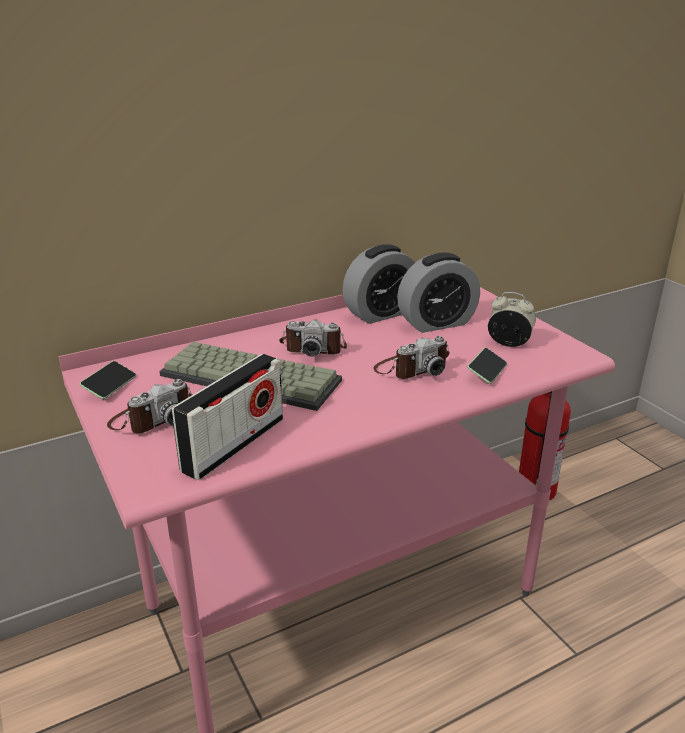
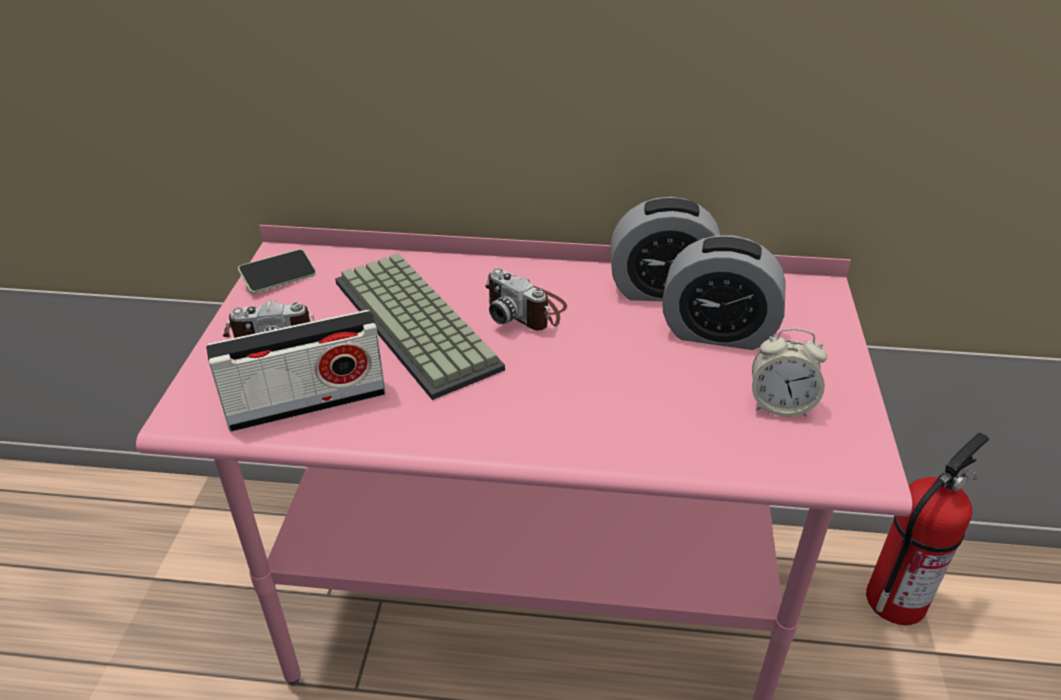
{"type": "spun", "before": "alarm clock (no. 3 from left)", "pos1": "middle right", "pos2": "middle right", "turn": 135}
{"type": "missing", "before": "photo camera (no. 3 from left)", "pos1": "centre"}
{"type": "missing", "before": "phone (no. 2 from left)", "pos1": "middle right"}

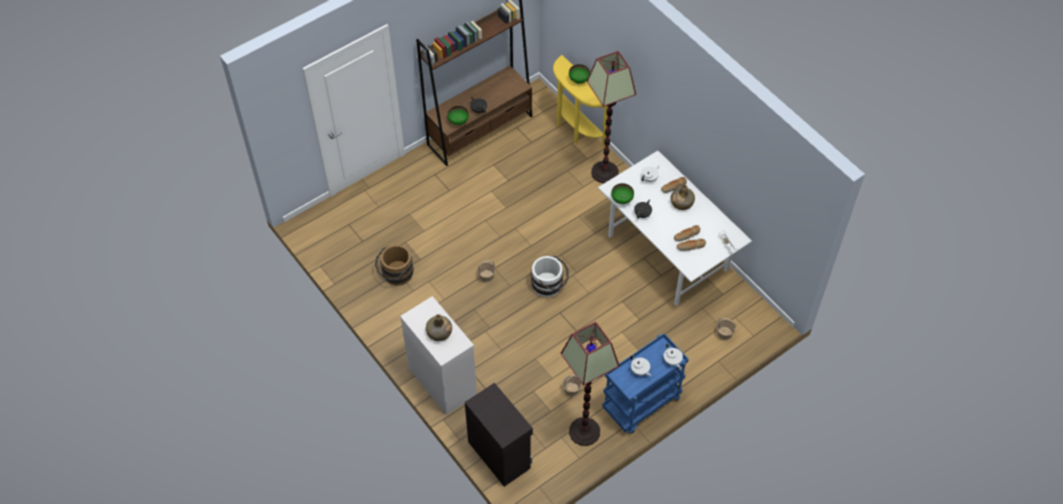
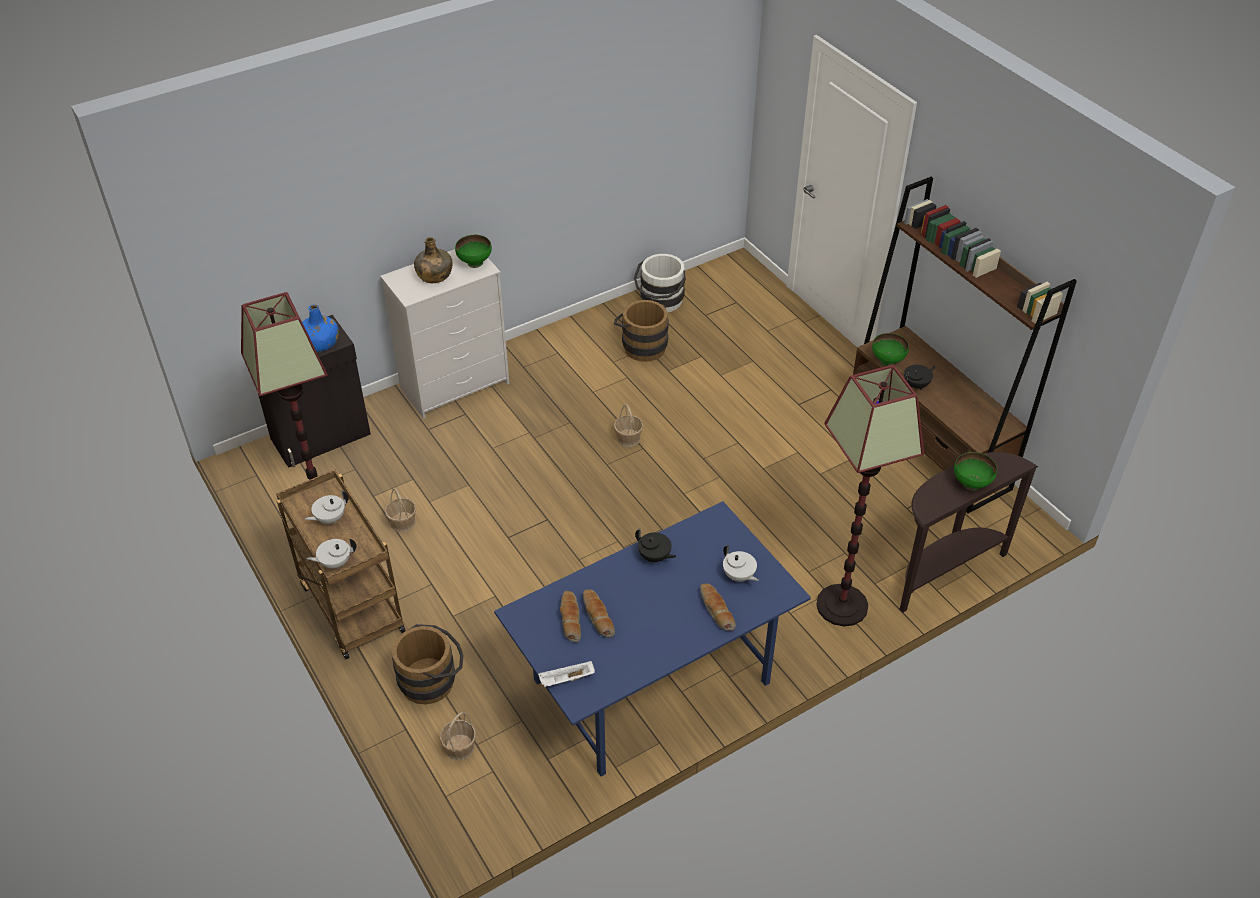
{"type": "colour", "before": "blue cart", "after": "brown cart", "pos1": "bottom centre", "pos2": "middle left"}
{"type": "appeared", "after": "blue bottle", "pos2": "middle left"}
{"type": "appeared", "after": "brown bucket (no. 1 from left)", "pos2": "bottom centre"}
{"type": "relocated", "before": "green bowl (no. 3 from left in the first image)", "after": "green bowl (no. 1 from left)", "pos1": "centre", "pos2": "top centre"}
{"type": "colour", "before": "white dining table", "after": "blue dining table", "pos1": "centre", "pos2": "bottom centre"}
{"type": "relocated", "before": "white bucket", "pos1": "centre", "pos2": "top centre"}
{"type": "colour", "before": "yellow console table", "after": "brown console table", "pos1": "top centre", "pos2": "middle right"}
{"type": "missing", "before": "green bottle (no. 2 from left)", "pos1": "centre"}

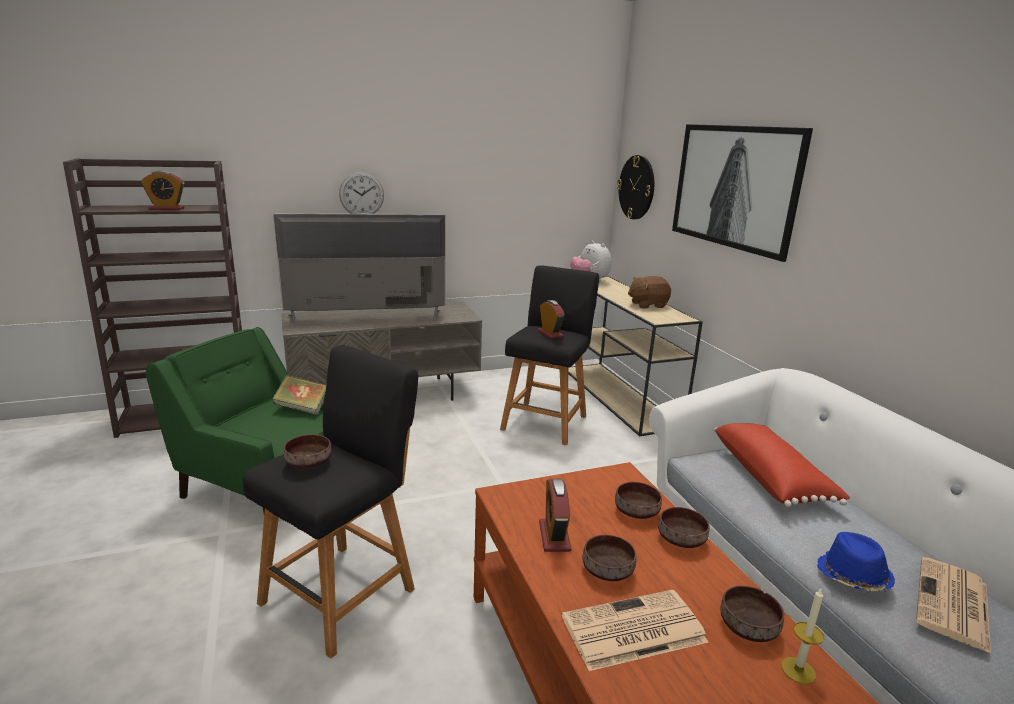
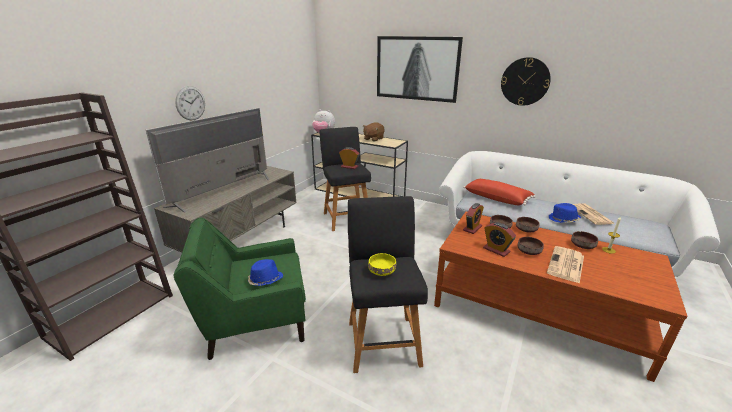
{"type": "appeared", "after": "blue hat (no. 1 from left)", "pos2": "centre"}
{"type": "colour", "before": "brown bowl (no. 1 from left)", "after": "yellow bowl", "pos1": "middle left", "pos2": "centre"}
{"type": "relocated", "before": "alarm clock (no. 1 from left in the first image)", "after": "alarm clock (no. 2 from left)", "pos1": "top left", "pos2": "centre"}
{"type": "relocated", "before": "wall clock (no. 2 from left)", "pos1": "top centre", "pos2": "top right"}
{"type": "missing", "before": "book", "pos1": "middle left"}

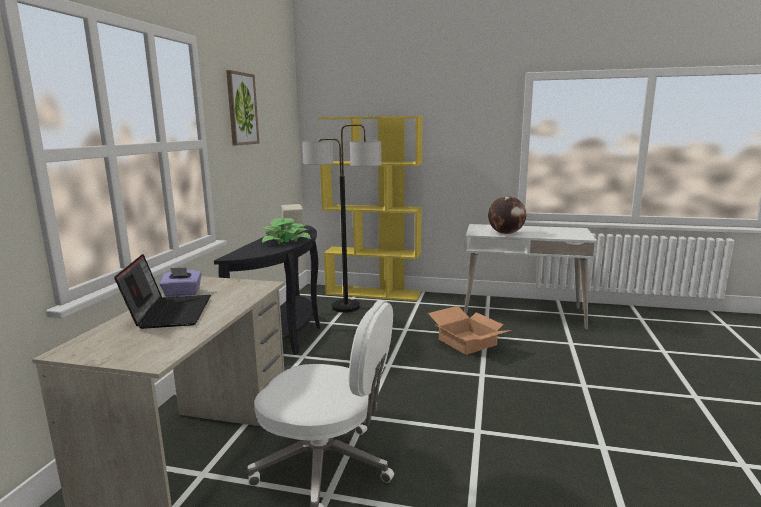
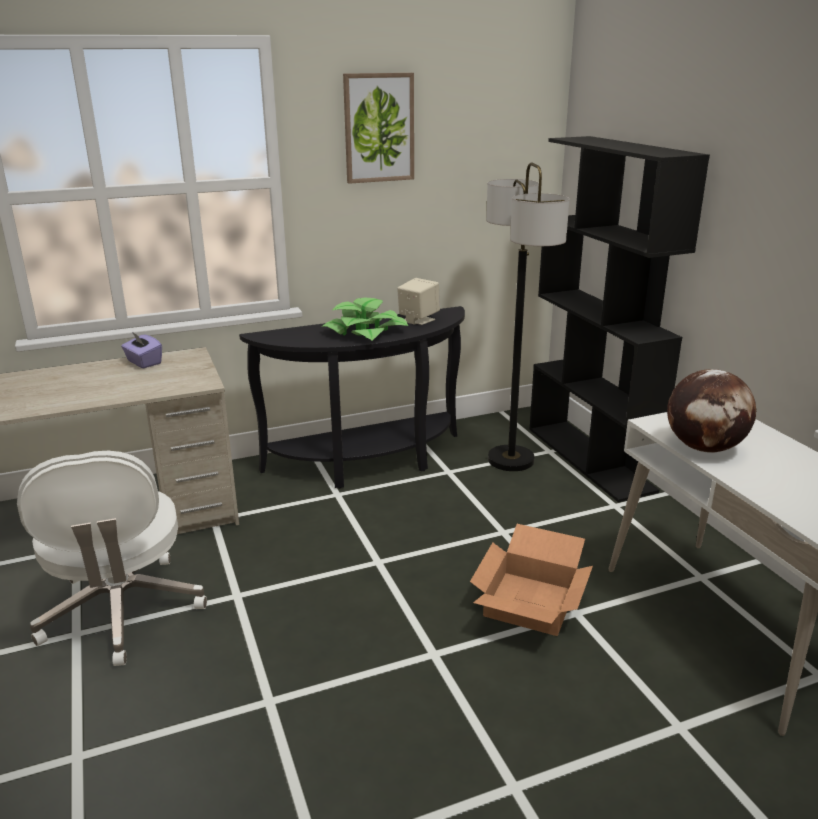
{"type": "colour", "before": "yellow bookcase", "after": "black bookcase", "pos1": "centre", "pos2": "middle right"}
{"type": "missing", "before": "laptop", "pos1": "middle left"}

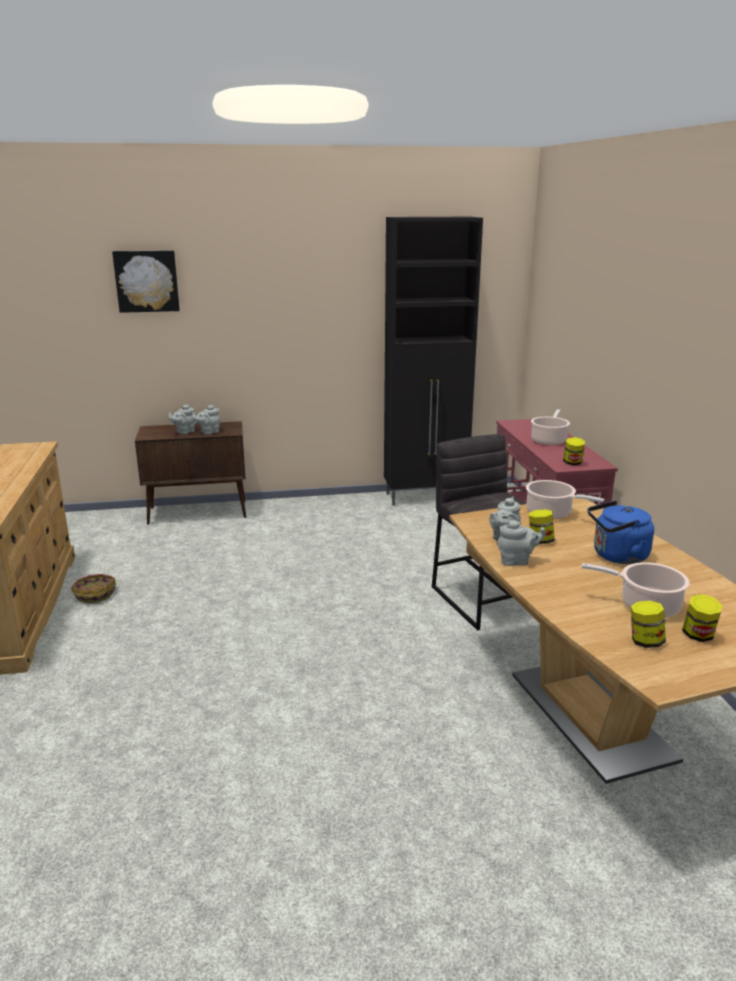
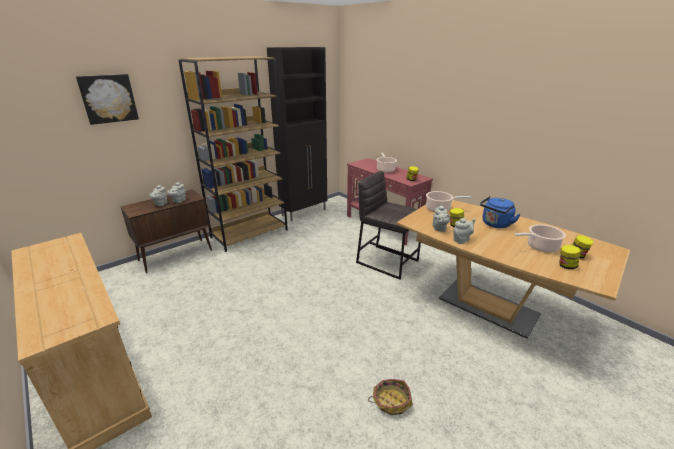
{"type": "appeared", "after": "brown bookcase", "pos2": "centre"}
{"type": "relocated", "before": "basket", "pos1": "middle left", "pos2": "bottom centre"}

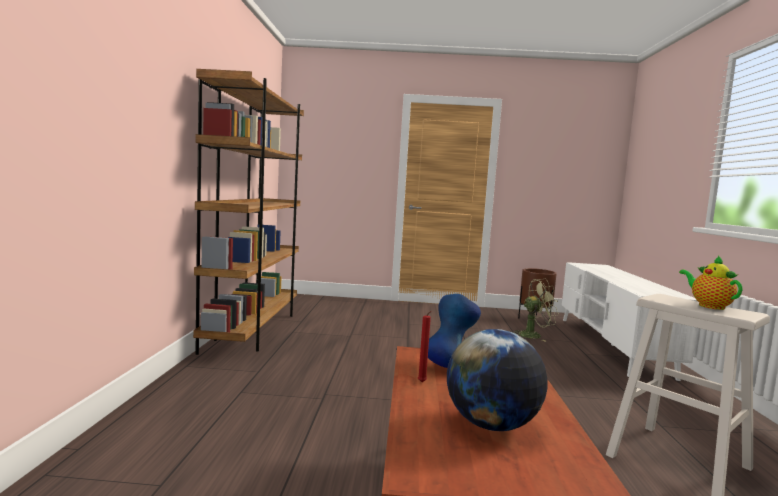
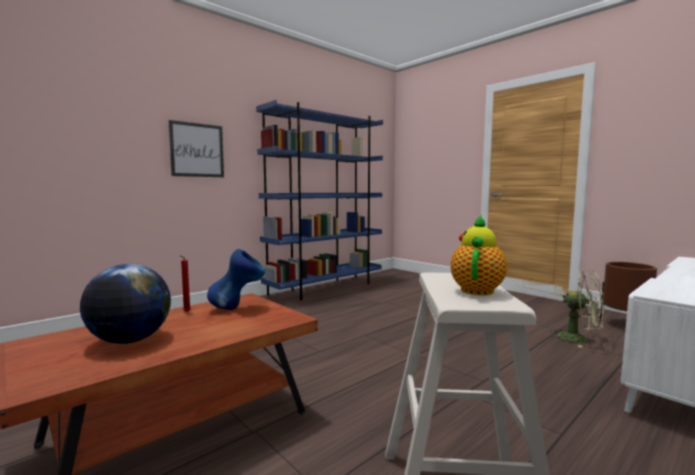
{"type": "appeared", "after": "picture", "pos2": "top left"}
{"type": "colour", "before": "brown bookcase", "after": "blue bookcase", "pos1": "middle left", "pos2": "centre"}

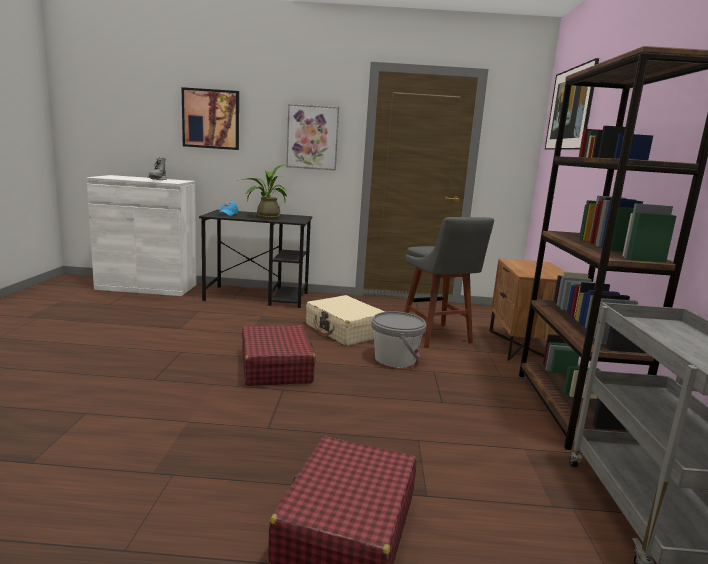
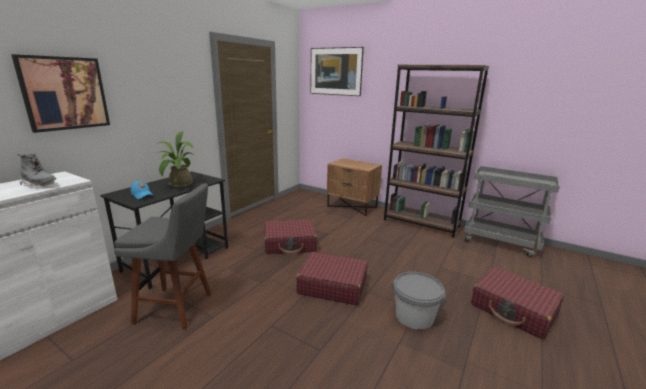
{"type": "relocated", "before": "grey stool", "pos1": "centre", "pos2": "middle left"}
{"type": "colour", "before": "beige suitcase", "after": "red suitcase (no. 1 from left)", "pos1": "centre", "pos2": "centre"}
{"type": "relocated", "before": "grey bucket", "pos1": "centre", "pos2": "bottom centre"}
{"type": "missing", "before": "picture (no. 2 from left)", "pos1": "top centre"}

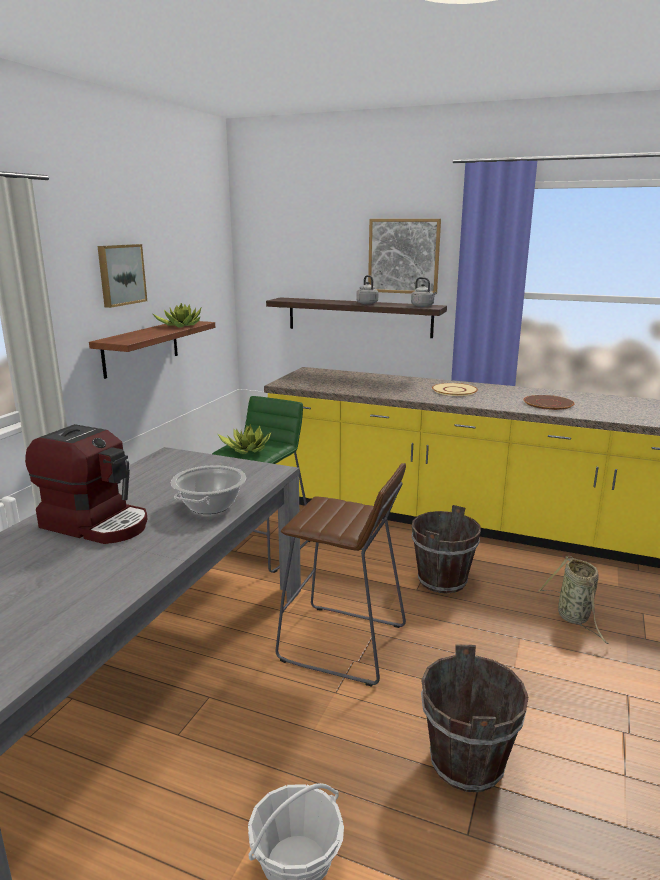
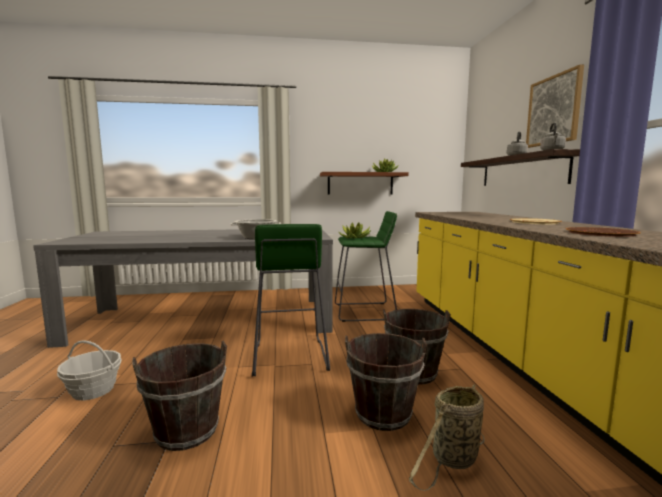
{"type": "colour", "before": "brown stool", "after": "green stool (no. 1 from left)", "pos1": "centre", "pos2": "centre"}
{"type": "appeared", "after": "brown bucket (no. 2 from left)", "pos2": "bottom centre"}
{"type": "missing", "before": "coffee machine", "pos1": "middle left"}
{"type": "missing", "before": "picture (no. 1 from left)", "pos1": "top left"}

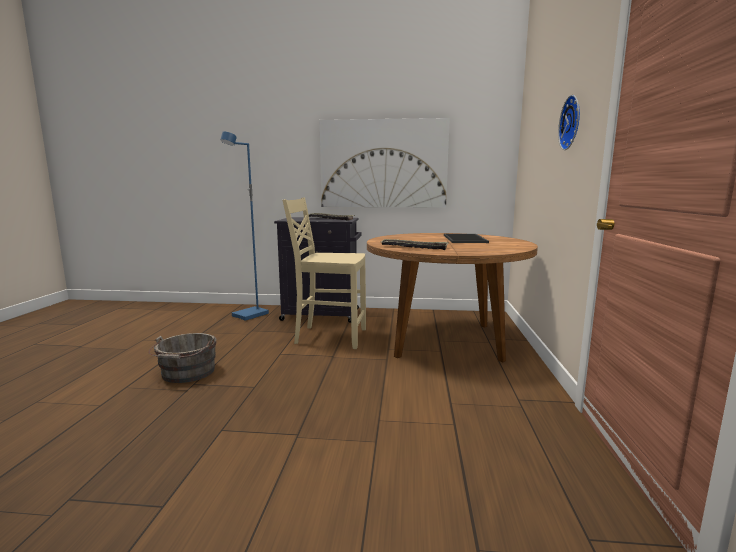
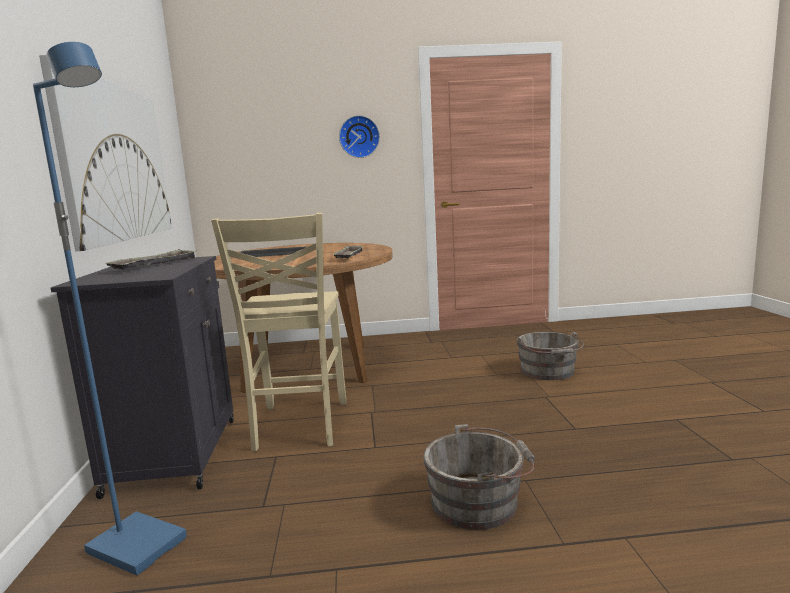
{"type": "appeared", "after": "grey bucket (no. 2 from left)", "pos2": "middle right"}

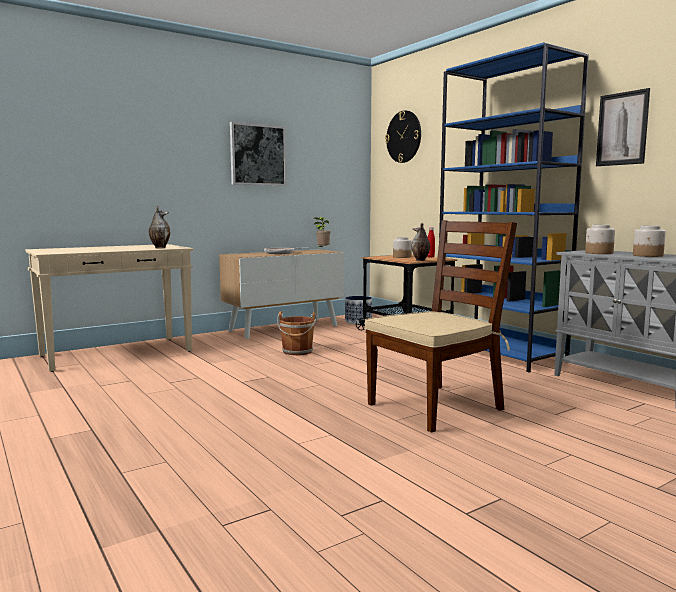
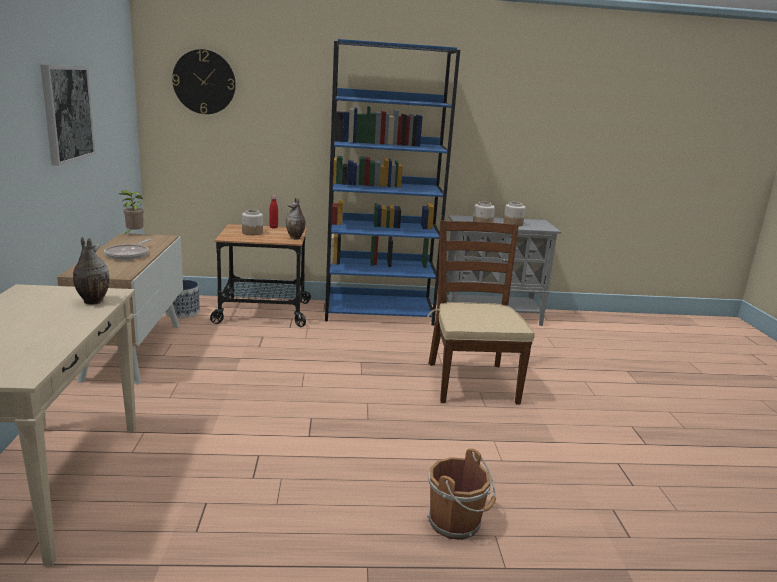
{"type": "relocated", "before": "brown bucket", "pos1": "centre", "pos2": "bottom centre"}
{"type": "missing", "before": "picture (no. 2 from left)", "pos1": "top right"}

